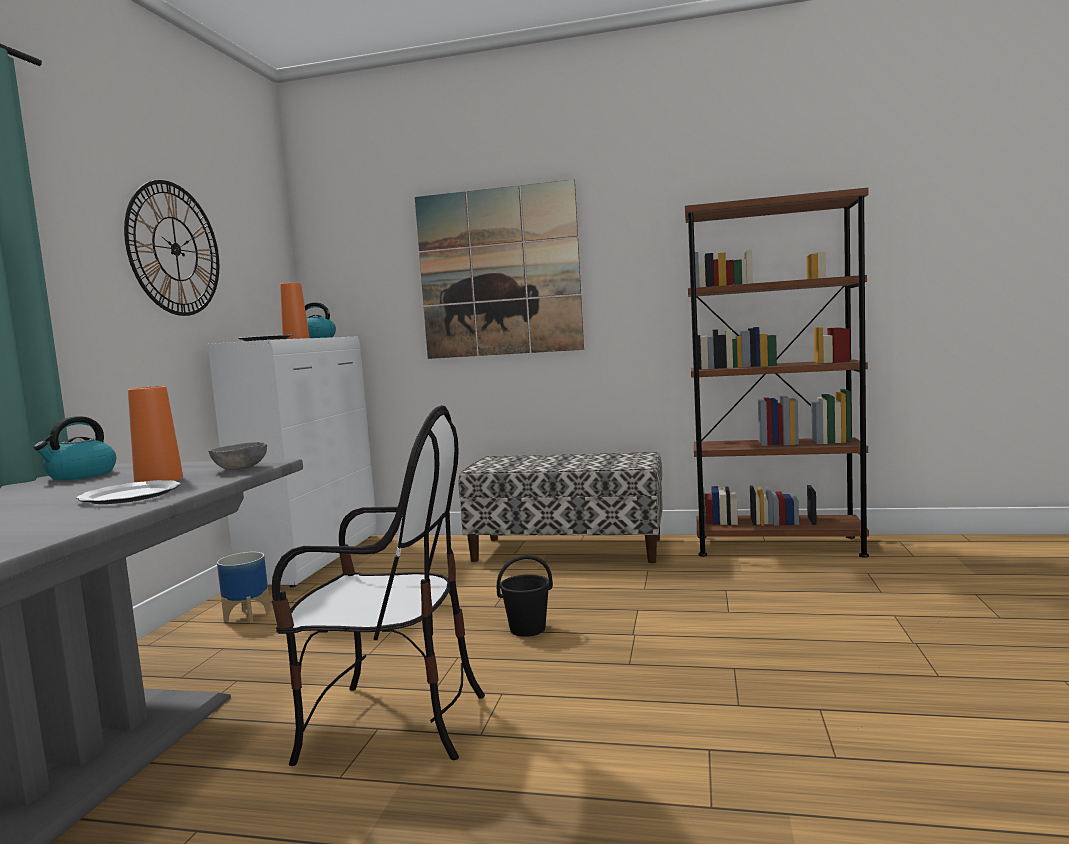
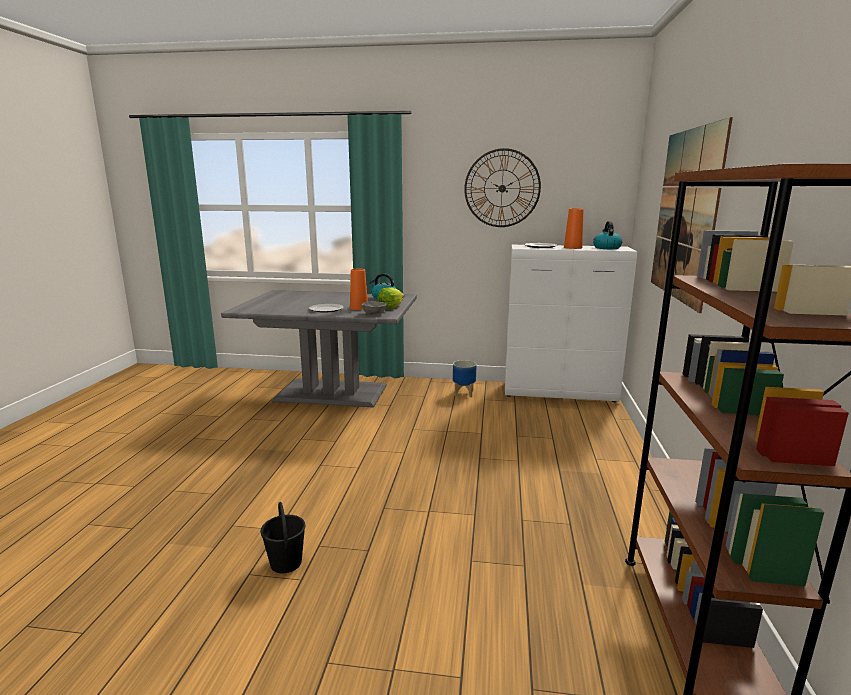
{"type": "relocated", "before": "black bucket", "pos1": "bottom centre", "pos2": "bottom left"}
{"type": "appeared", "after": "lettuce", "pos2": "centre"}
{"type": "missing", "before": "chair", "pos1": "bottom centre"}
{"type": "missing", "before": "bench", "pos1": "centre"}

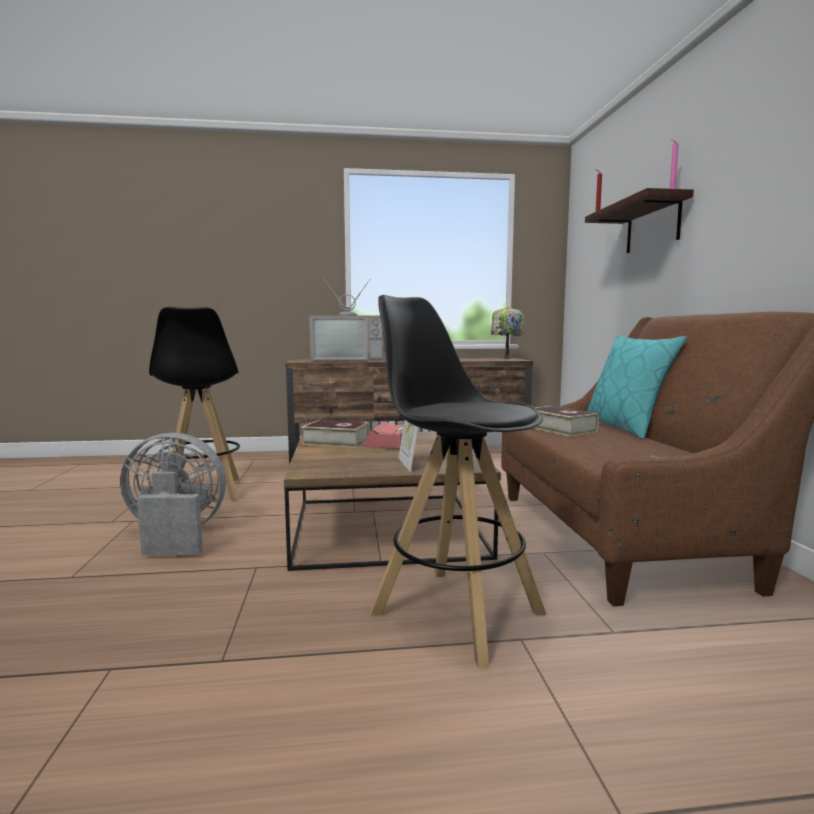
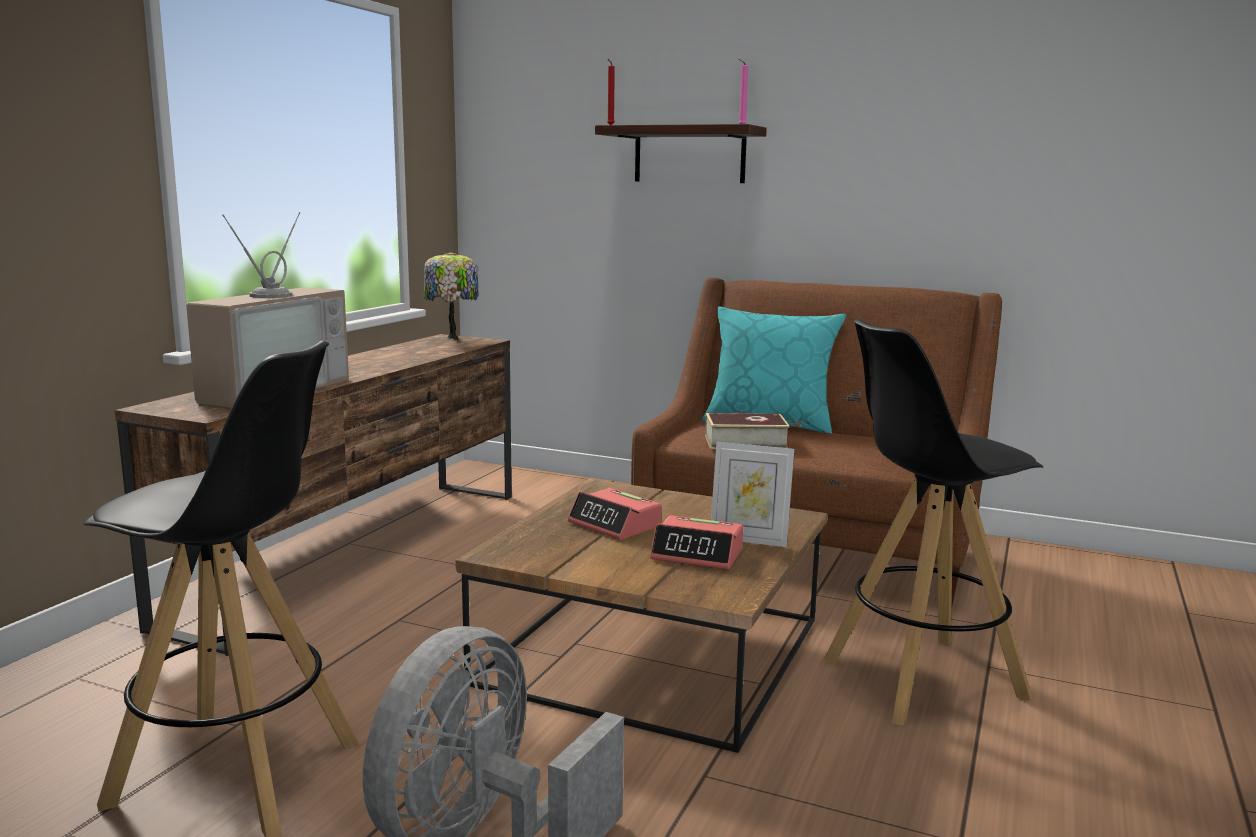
{"type": "appeared", "after": "alarm clock (no. 2 from left)", "pos2": "centre"}
{"type": "missing", "before": "book (no. 1 from left)", "pos1": "centre"}

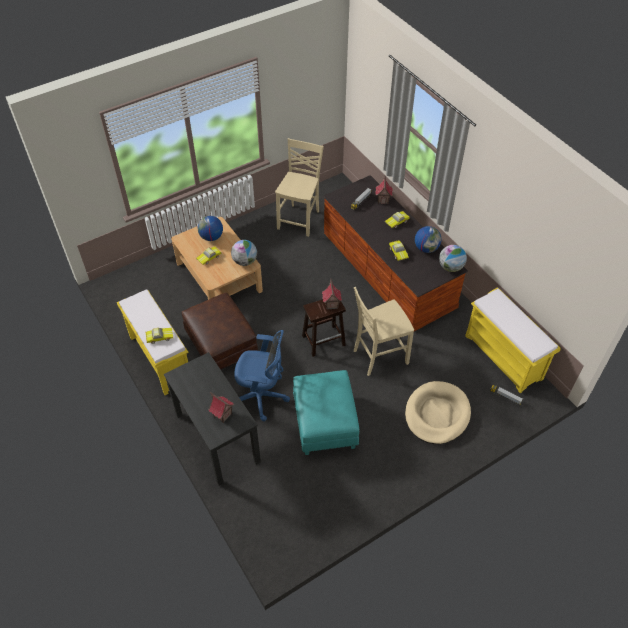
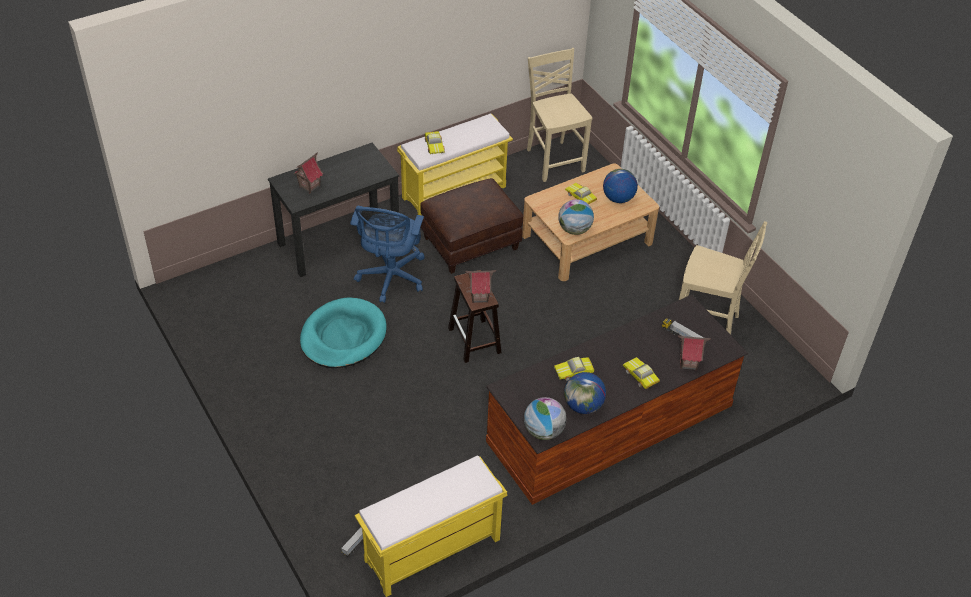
{"type": "exchanged", "before": "turquoise ottoman", "after": "turquoise dog bed", "pos1": "centre", "pos2": "centre"}
{"type": "relocated", "before": "beige chair (no. 2 from left in the first image)", "after": "beige chair (no. 1 from left)", "pos1": "centre", "pos2": "top centre"}
{"type": "missing", "before": "beige dog bed", "pos1": "middle right"}

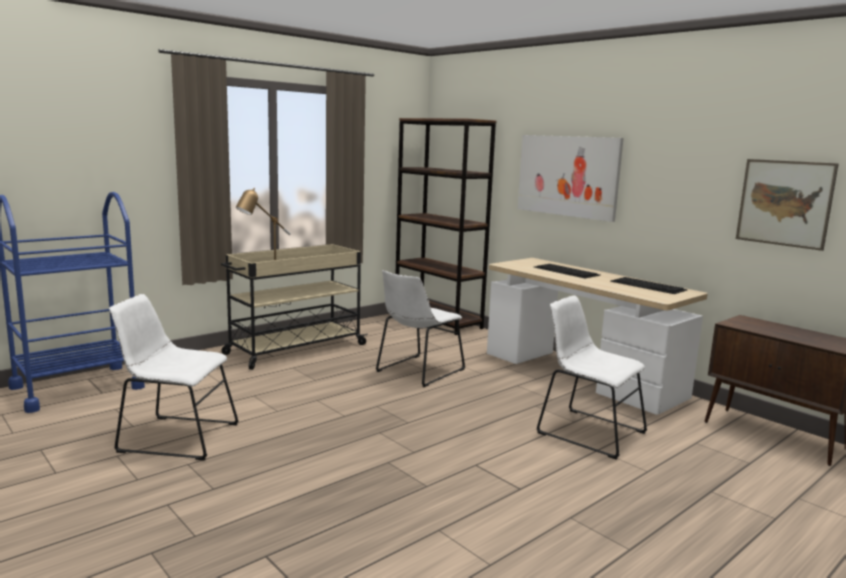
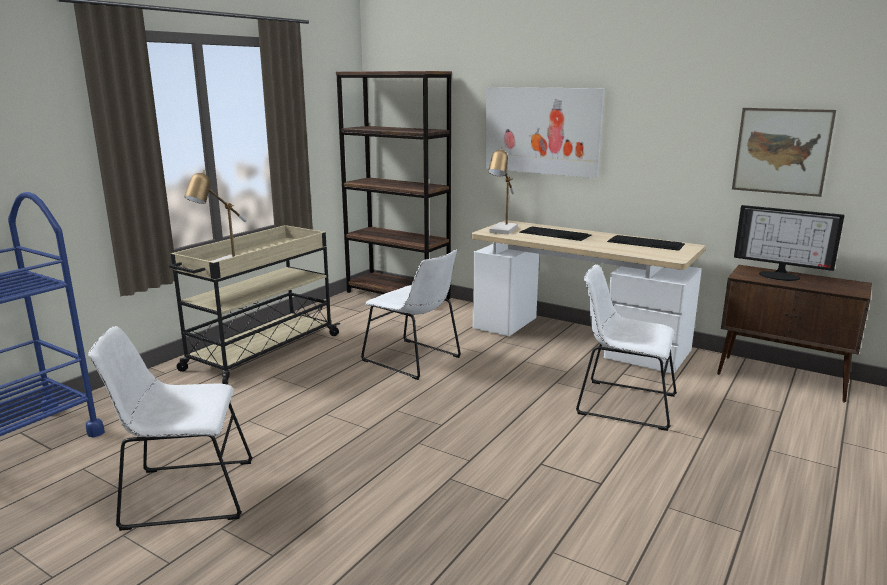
{"type": "spun", "before": "white chair (no. 2 from left)", "pos1": "centre", "pos2": "centre", "turn": -75}
{"type": "appeared", "after": "table lamp (no. 2 from left)", "pos2": "top centre"}
{"type": "appeared", "after": "monitor", "pos2": "middle right"}

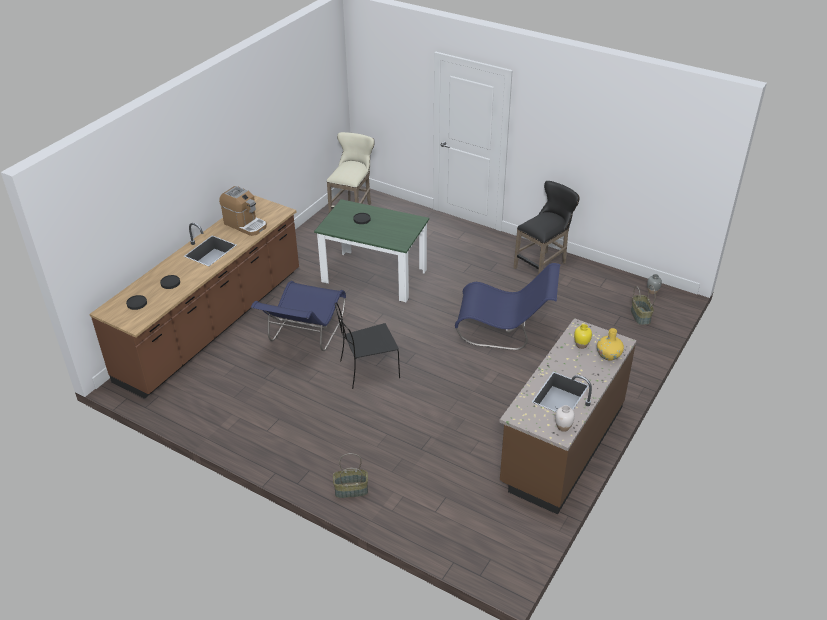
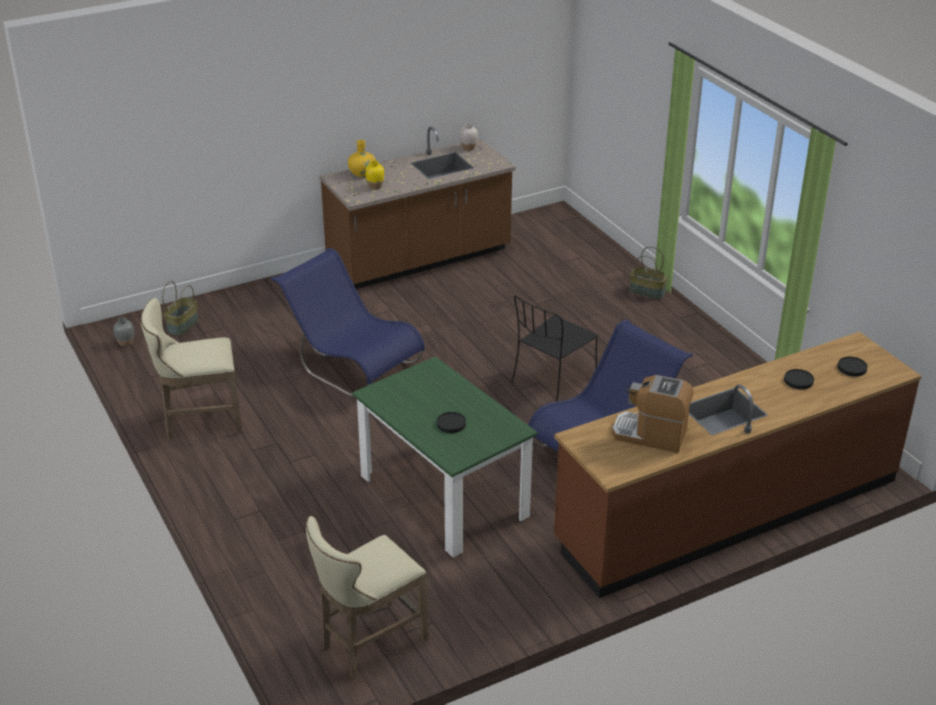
{"type": "colour", "before": "black stool", "after": "beige stool (no. 1 from left)", "pos1": "centre", "pos2": "middle left"}
{"type": "spun", "before": "black chair", "pos1": "centre", "pos2": "centre", "turn": 120}
{"type": "spun", "before": "coffee machine", "pos1": "middle left", "pos2": "middle right", "turn": -45}

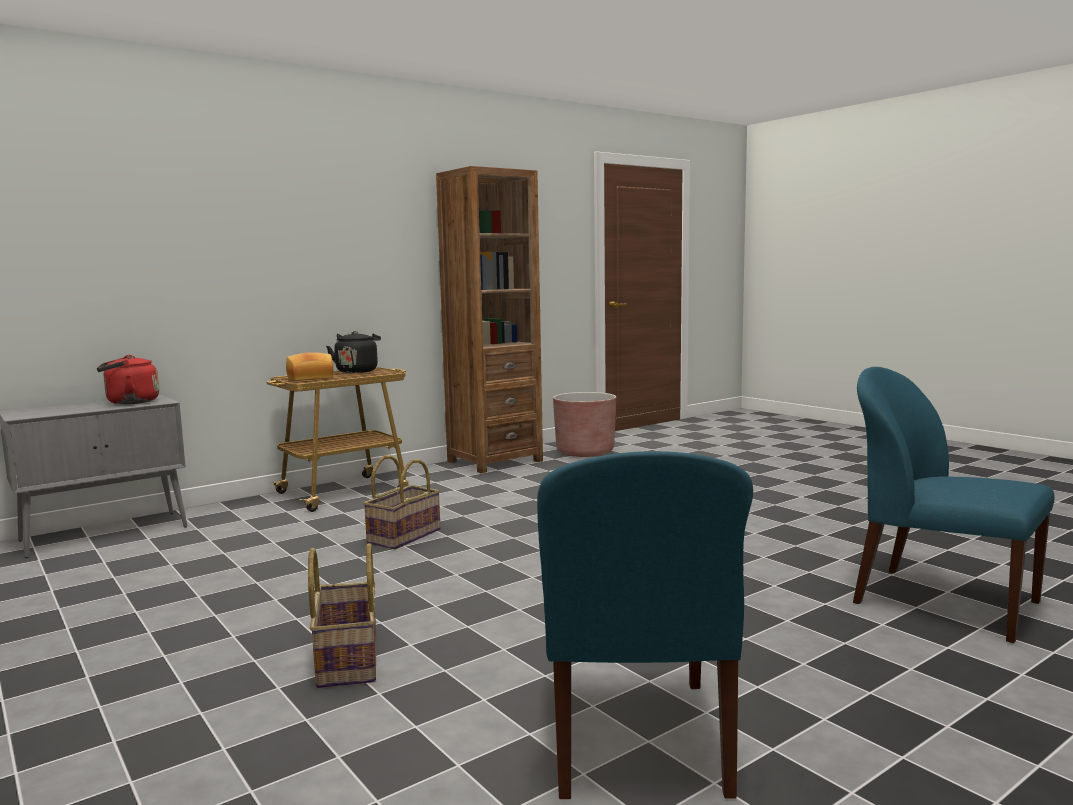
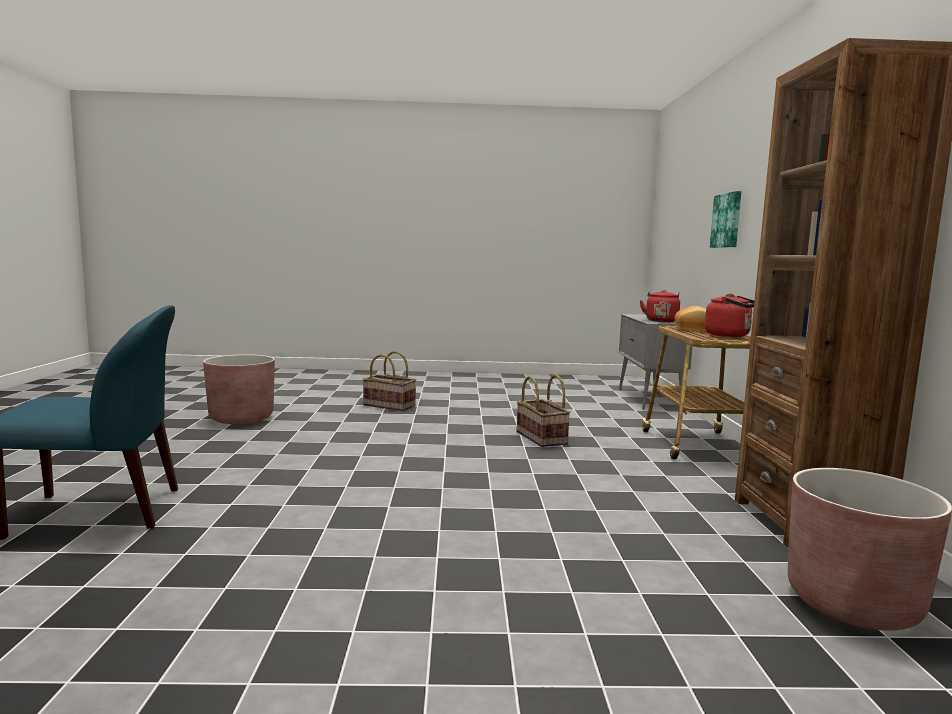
{"type": "exchanged", "before": "blue chair (no. 1 from left)", "after": "brown planter (no. 1 from left)", "pos1": "bottom centre", "pos2": "middle left"}
{"type": "colour", "before": "black kettle", "after": "red kettle (no. 2 from left)", "pos1": "middle left", "pos2": "middle right"}
{"type": "appeared", "after": "picture", "pos2": "top right"}

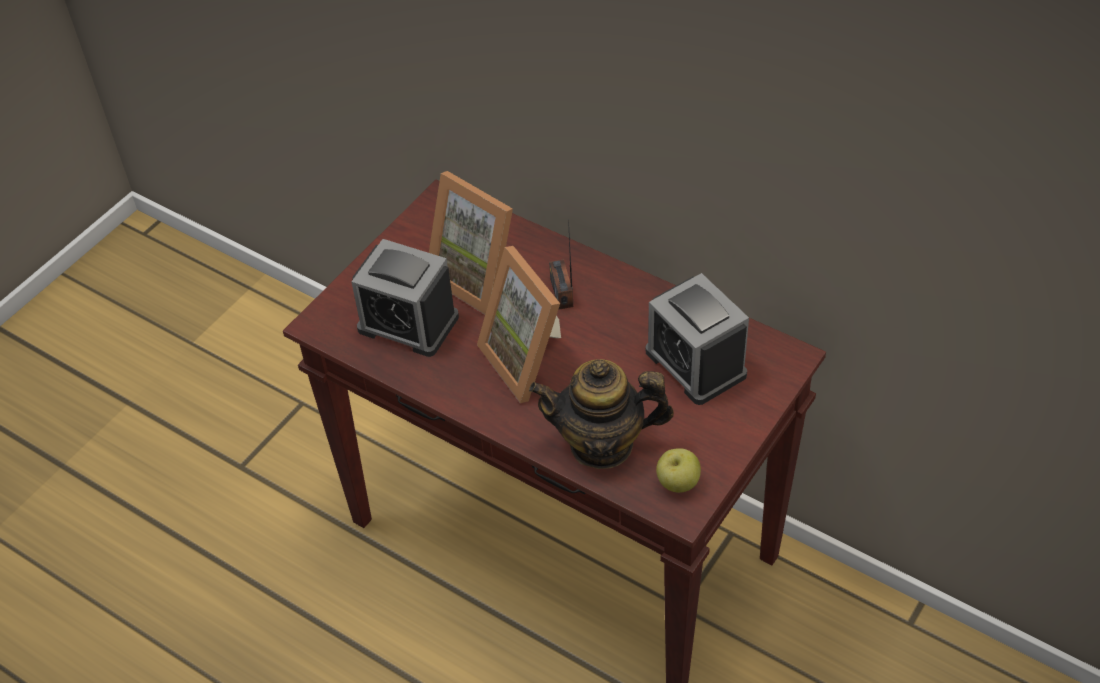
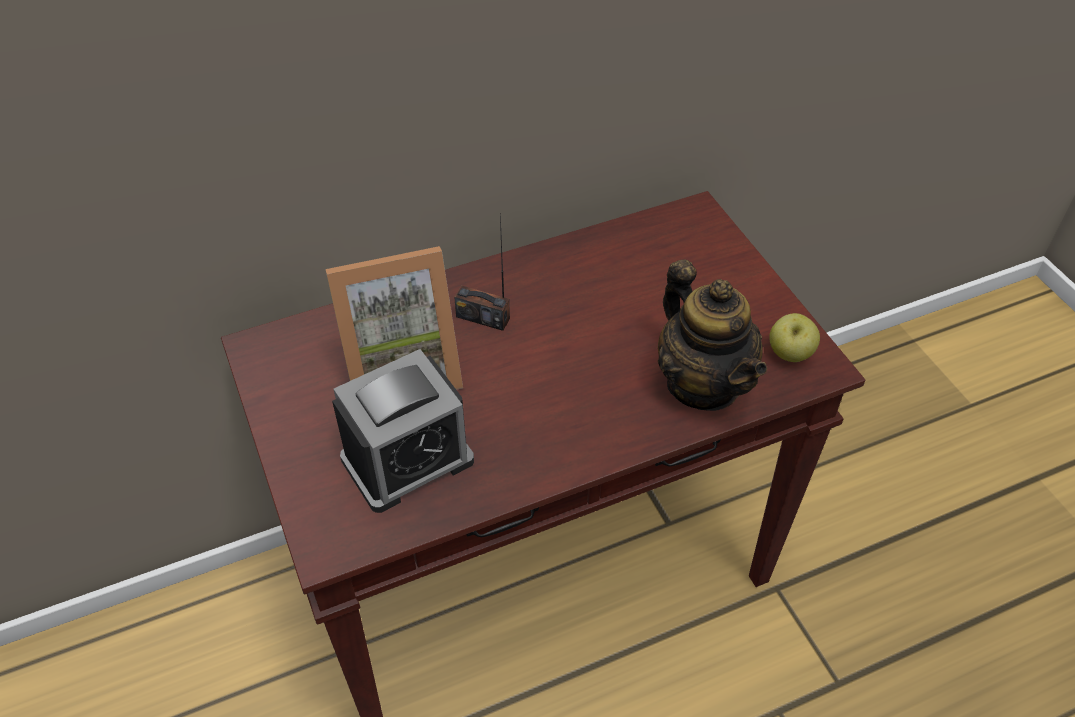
{"type": "spun", "before": "teapot", "pos1": "centre", "pos2": "centre", "turn": -60}
{"type": "missing", "before": "picture frame (no. 2 from left)", "pos1": "centre"}
{"type": "missing", "before": "alarm clock (no. 2 from left)", "pos1": "centre"}

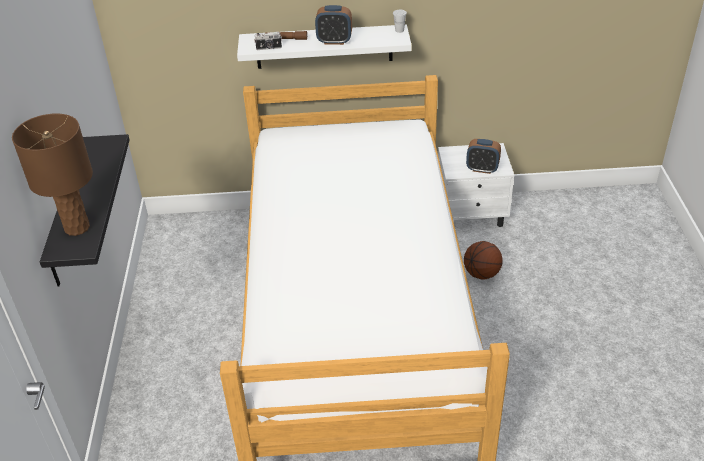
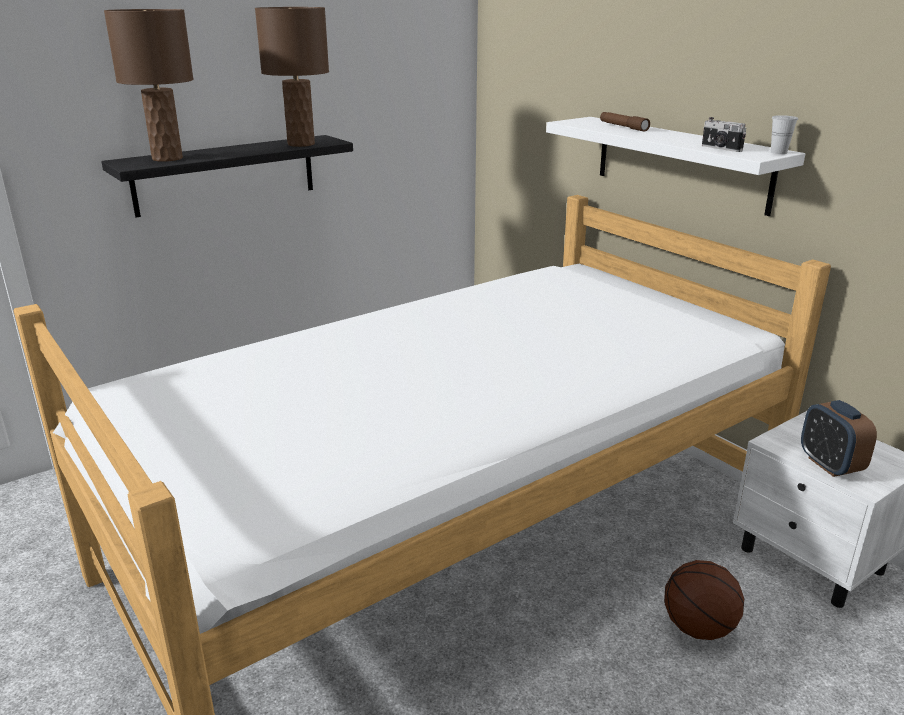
{"type": "appeared", "after": "brown table lamp (no. 2 from left)", "pos2": "top left"}
{"type": "relocated", "before": "photo camera", "pos1": "top centre", "pos2": "top right"}
{"type": "missing", "before": "alarm clock (no. 1 from left)", "pos1": "top centre"}

